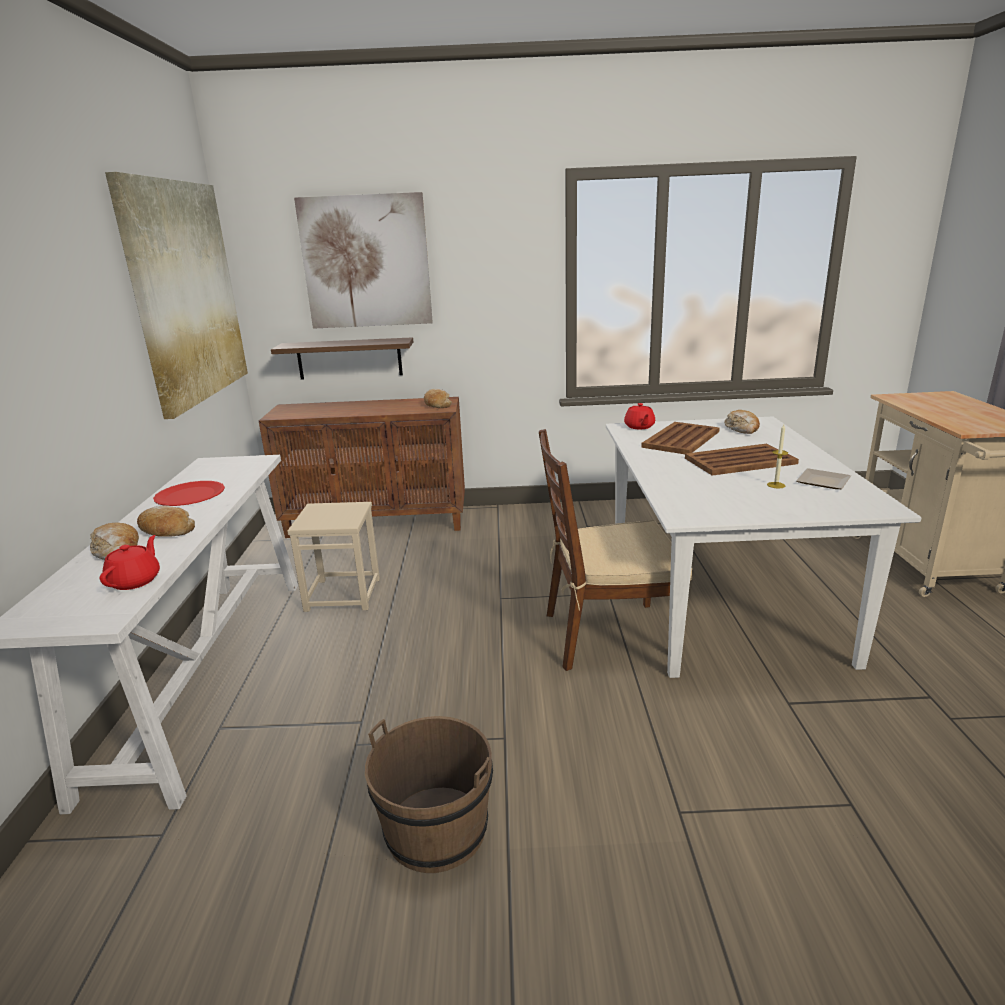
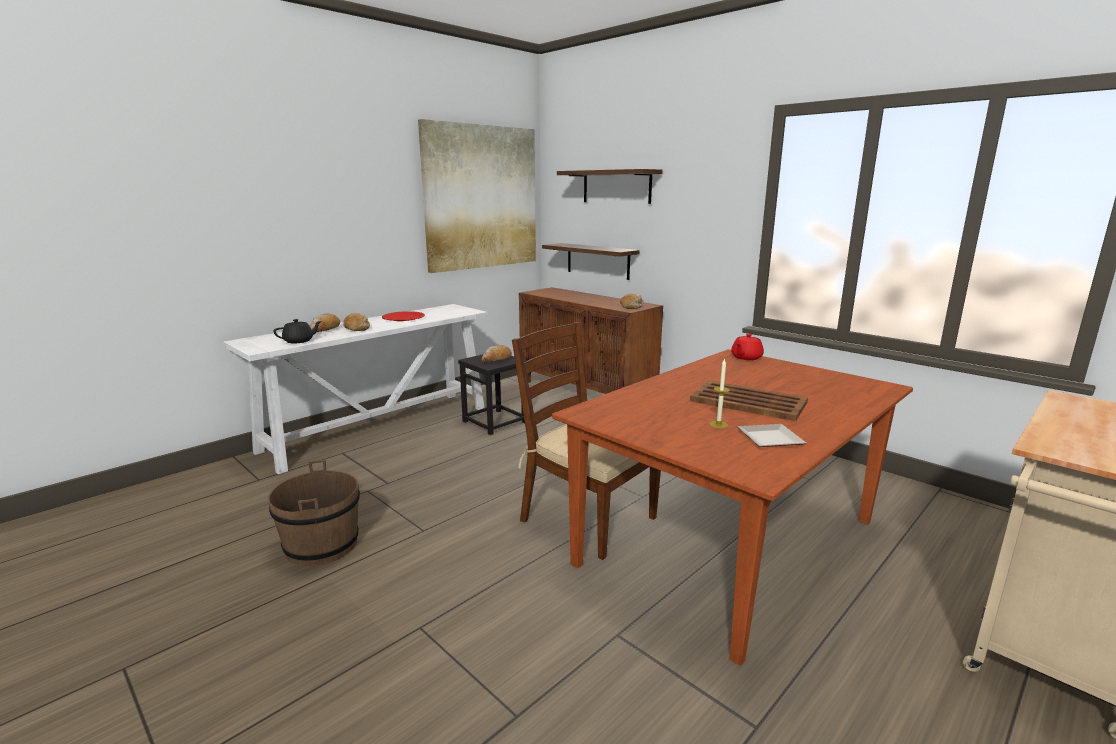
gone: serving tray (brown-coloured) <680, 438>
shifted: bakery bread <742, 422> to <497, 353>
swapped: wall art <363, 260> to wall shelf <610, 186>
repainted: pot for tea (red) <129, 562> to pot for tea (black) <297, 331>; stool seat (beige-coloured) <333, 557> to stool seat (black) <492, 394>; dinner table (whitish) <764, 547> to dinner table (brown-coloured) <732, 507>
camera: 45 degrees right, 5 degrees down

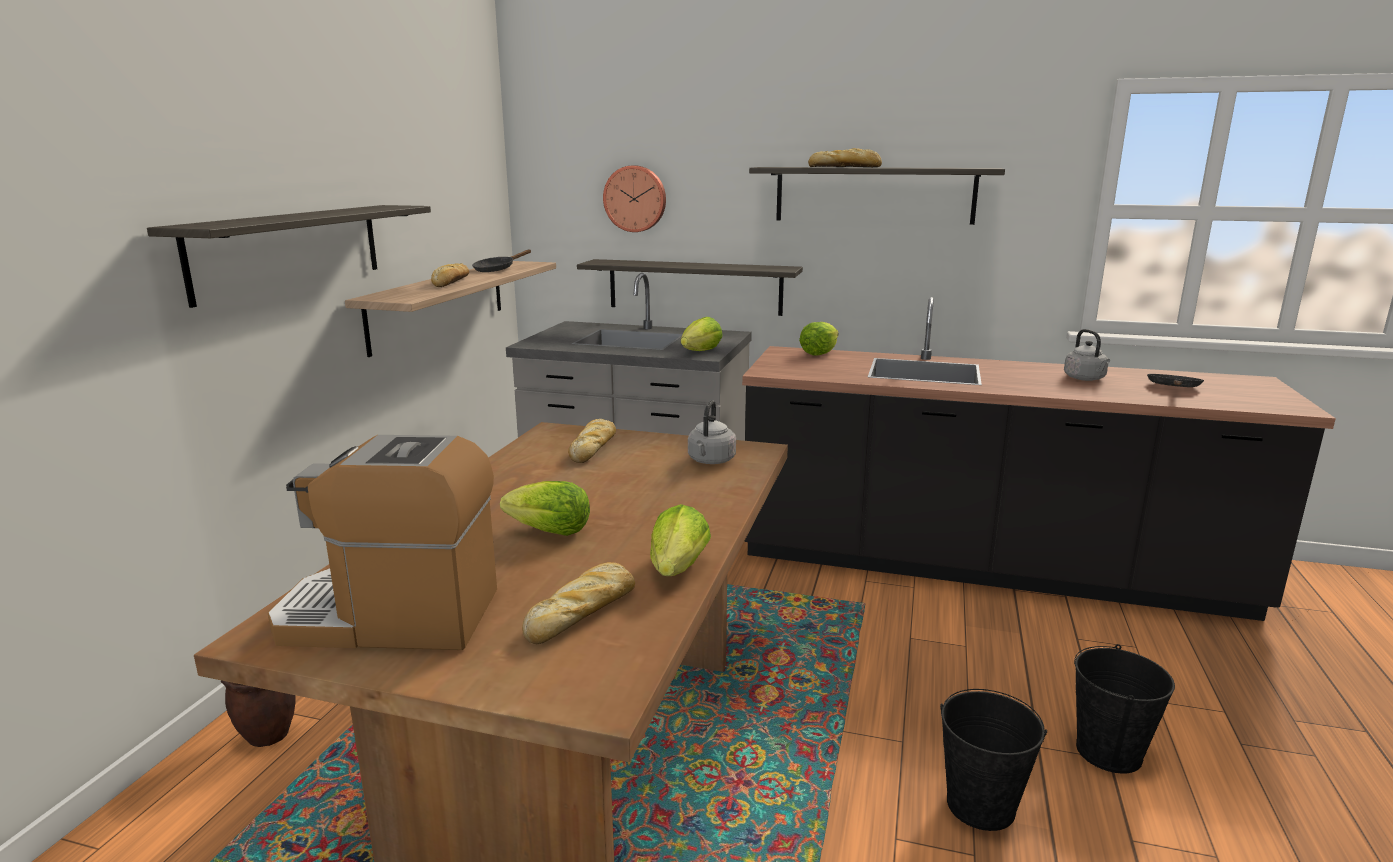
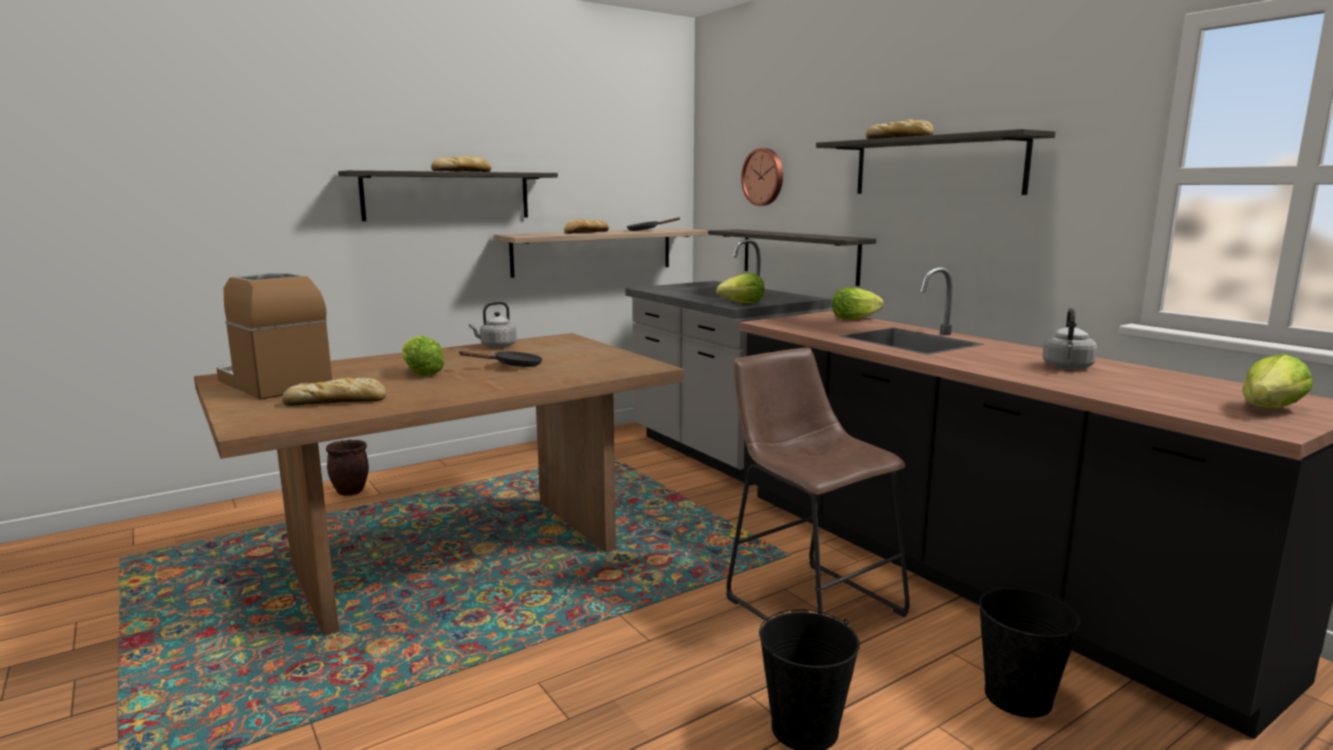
new: stool seat (brown-coloured) <818, 485>
shifted: bakery bread <592, 441> to <461, 164>; frying pan (black) <1175, 380> to <500, 359>; water kettle (greyish) <712, 432> to <493, 325>; pail (black) <993, 760> to <1030, 651>; lettuce <680, 540> to <1277, 381>
camera: 40 degrees right, 5 degrees down

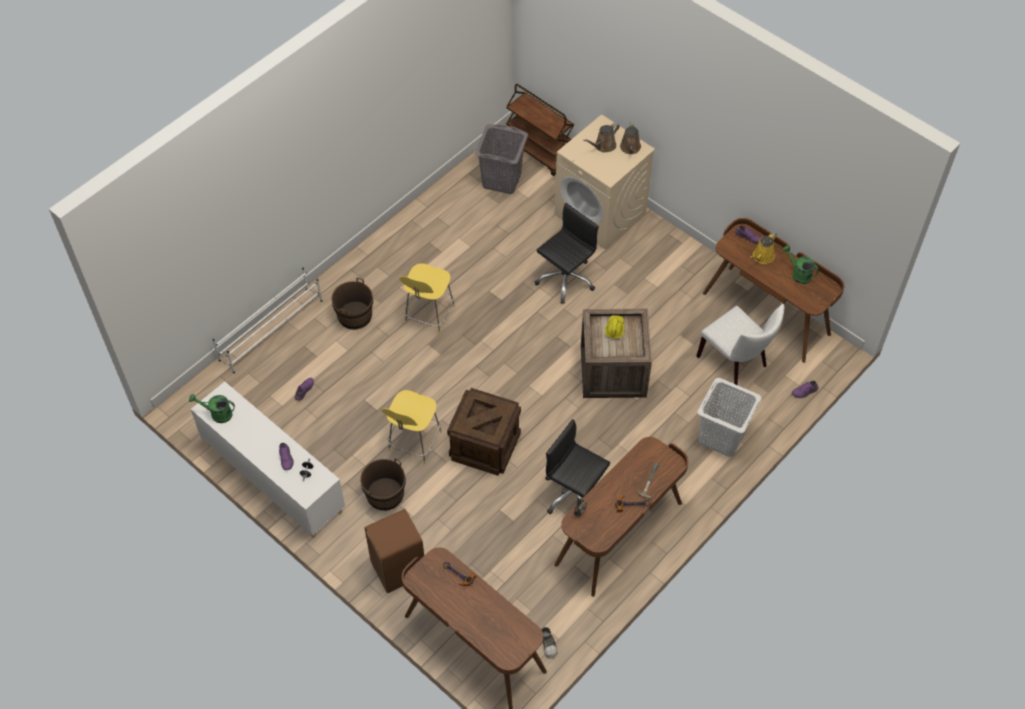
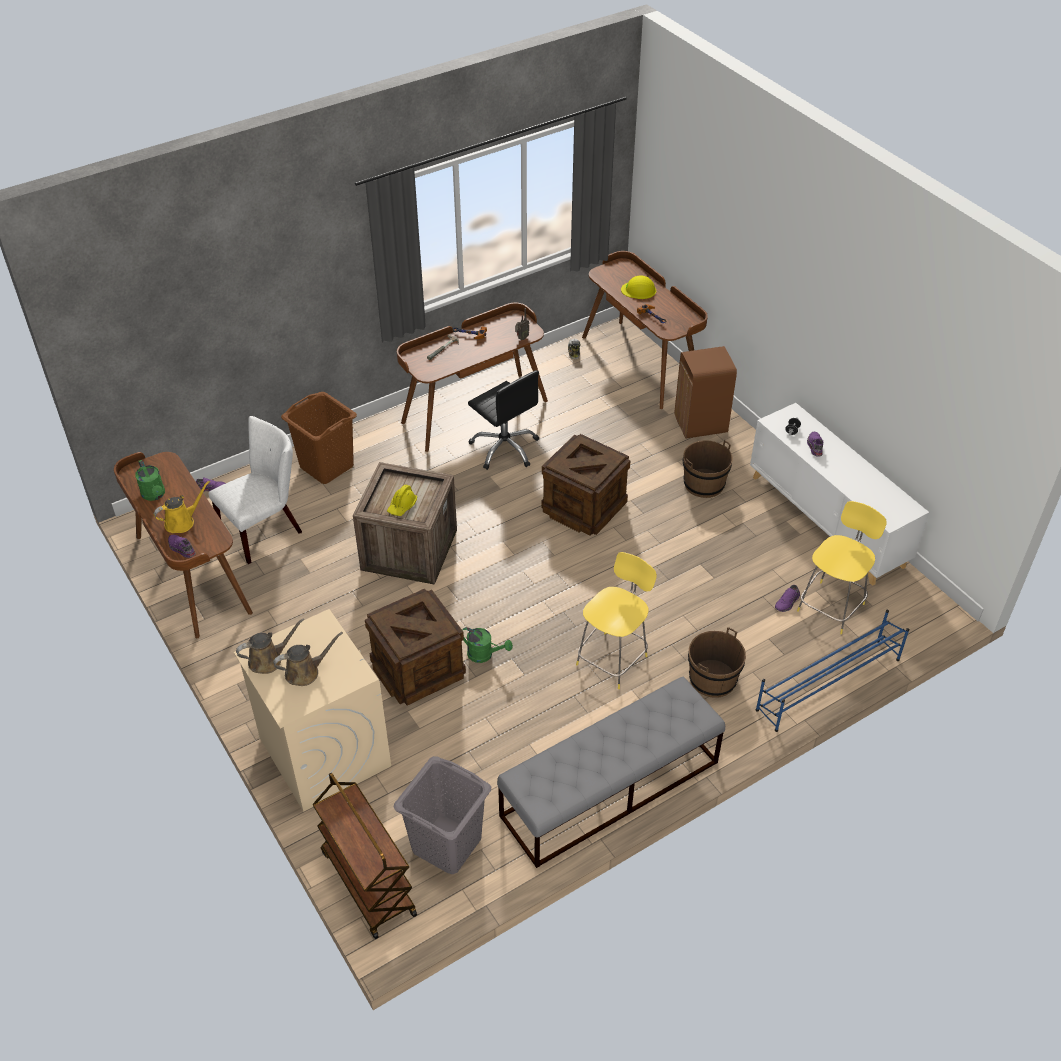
new: long seat (greyish) <611, 772>; hard hat (yellowish) <638, 287>
shifted: sprinkling can (green) <212, 408> to <487, 645>; stool seat (yellowish) <412, 427> to <842, 567>
swapped: computer chair (black) <567, 253> to crate <415, 647>
repainted: laundry basket (whitish) <729, 417> to laundry basket (brown-coloured) <319, 438>; shoe stand (whitish) <267, 320> to shoe stand (blue-coloured) <833, 671>
rotated: chair (whitish) <740, 344> = <255, 490> 75 degrees clockwise; sprinkling can (brown-coloured) <630, 138> = <270, 646> 45 degrees clockwise
camera: 165 degrees left, 10 degrees down

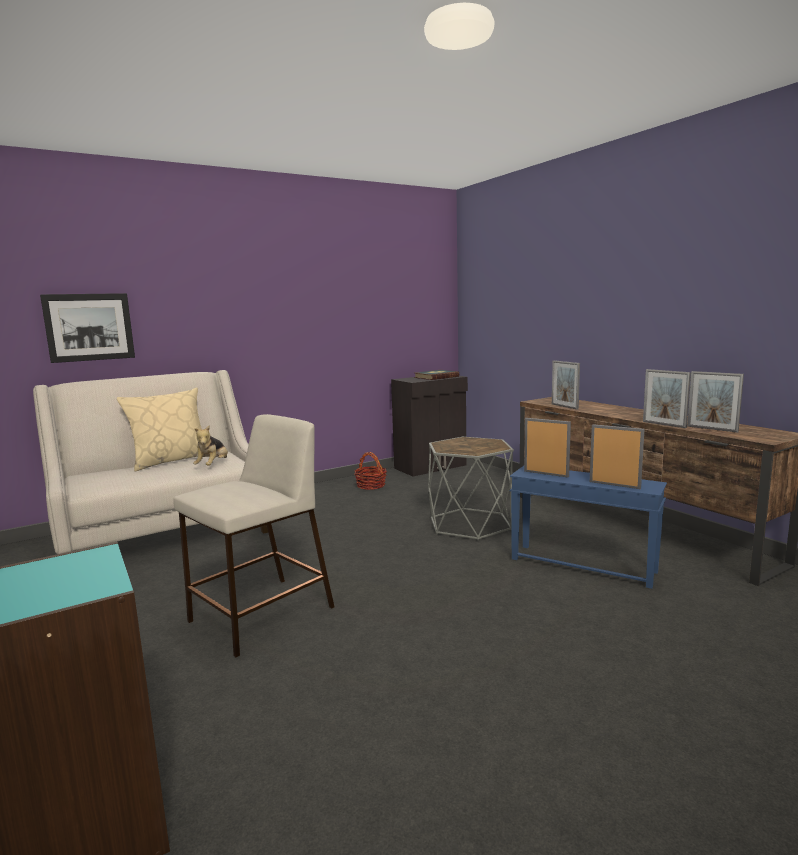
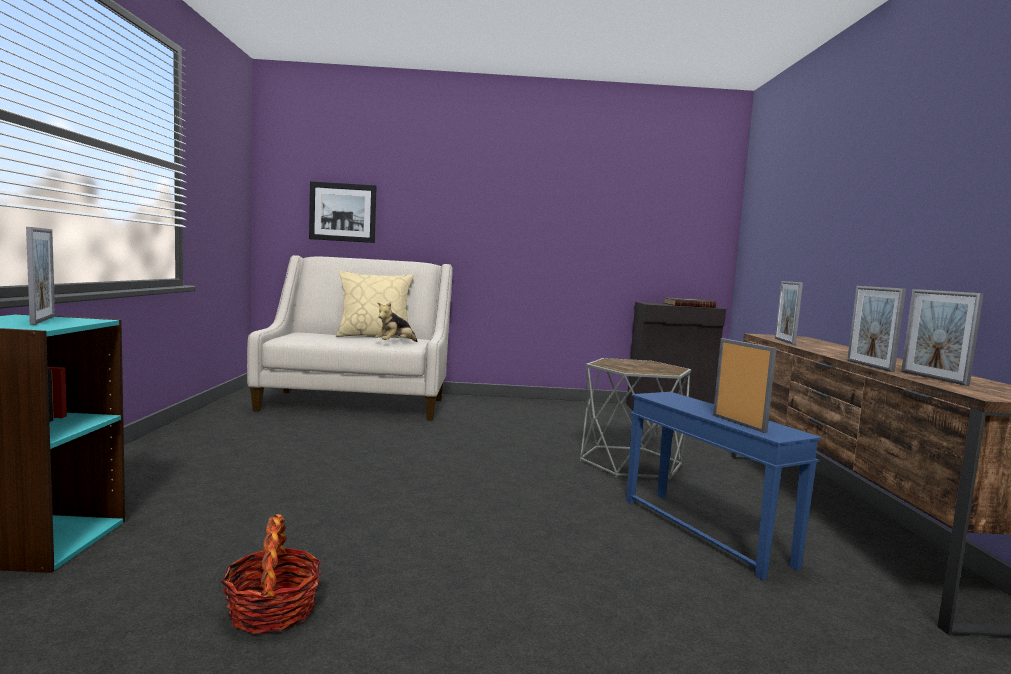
gone: stool seat (beige-coloured) <254, 535>
shifted: picture frame <547, 448> to <40, 276>; household basket <370, 471> to <271, 574>
camera: 30 degrees right, 5 degrees down

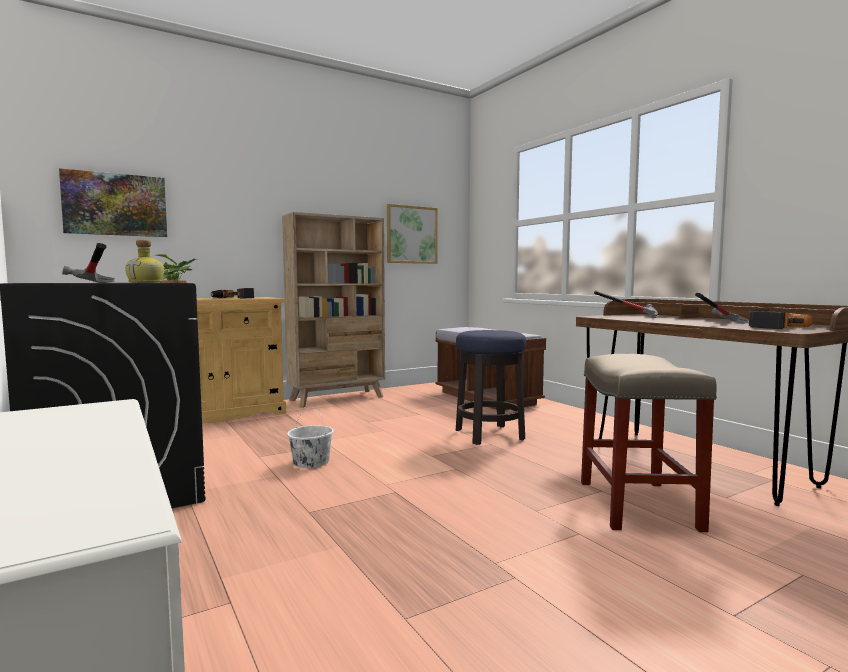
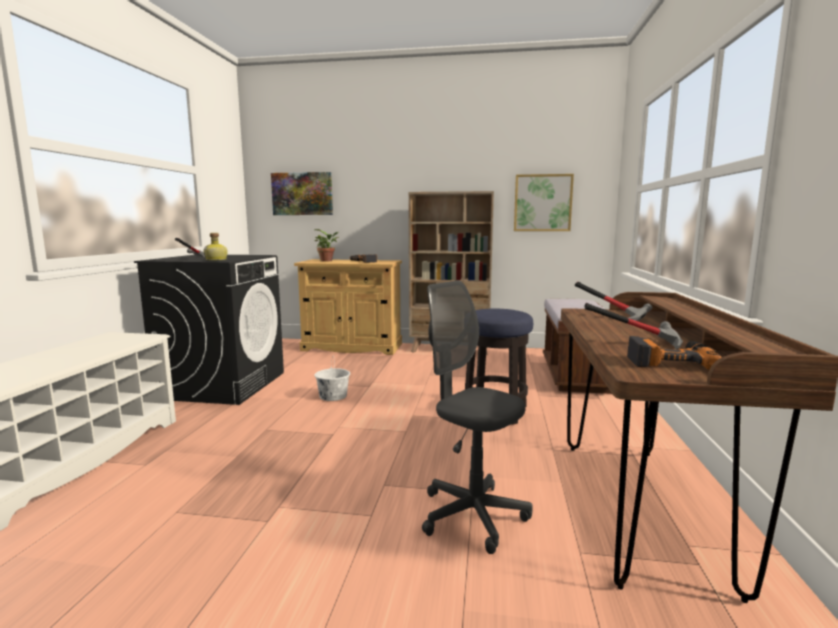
swapped: stool seat (beige-coloured) <649, 443> to computer chair (greyish) <477, 417>
camera: 40 degrees right, 5 degrees up

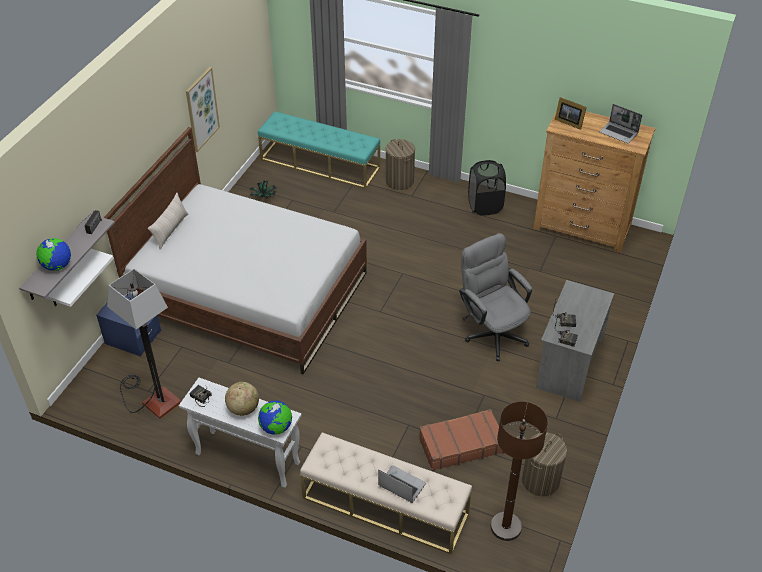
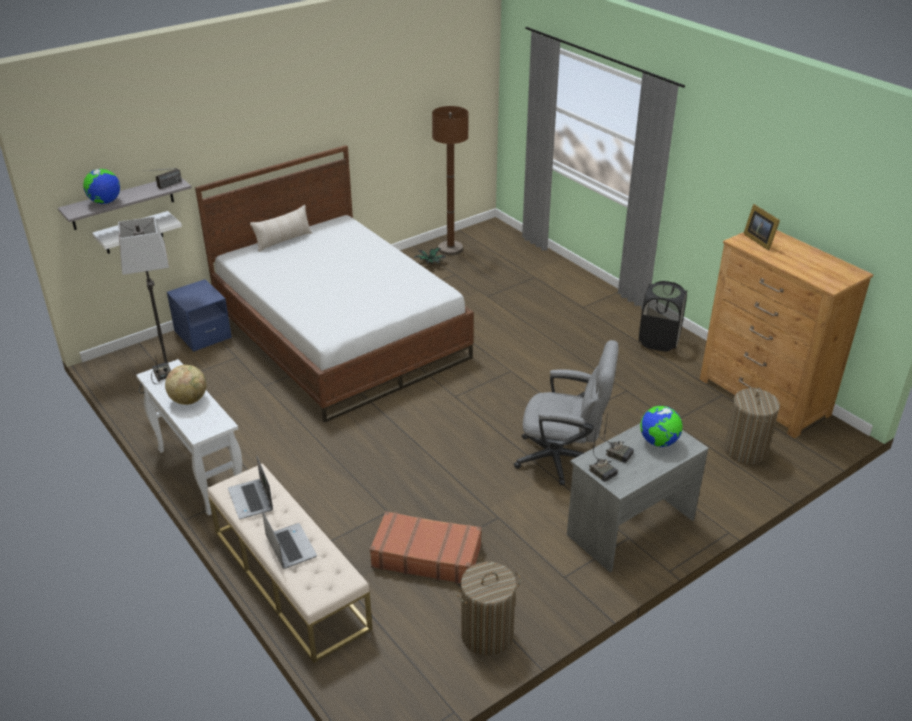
gone: wall art <203, 109>; long seat (turquoise-coloured) <319, 150>
shifted: notebook computer <621, 124> to <250, 487>; standard lamp (brown-coloured) <519, 471> to <450, 180>; world globe <275, 418> to <661, 426>; laundry basket <400, 164> to <752, 425>
rotated: computer chair (greyish) <495, 297> = <566, 412> 105 degrees clockwise
camera: 30 degrees right, 10 degrees down

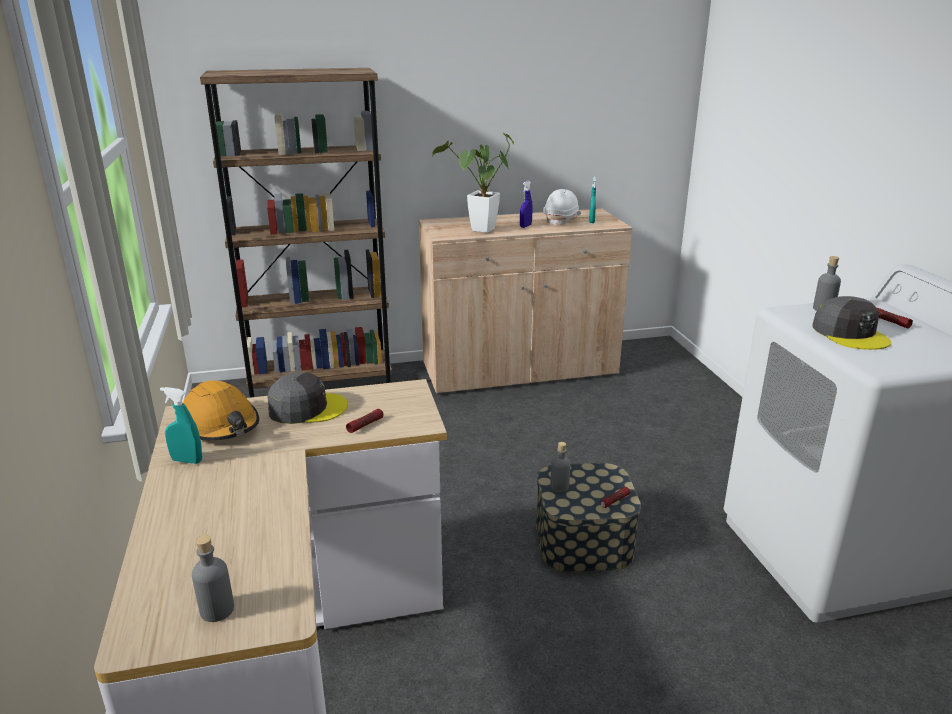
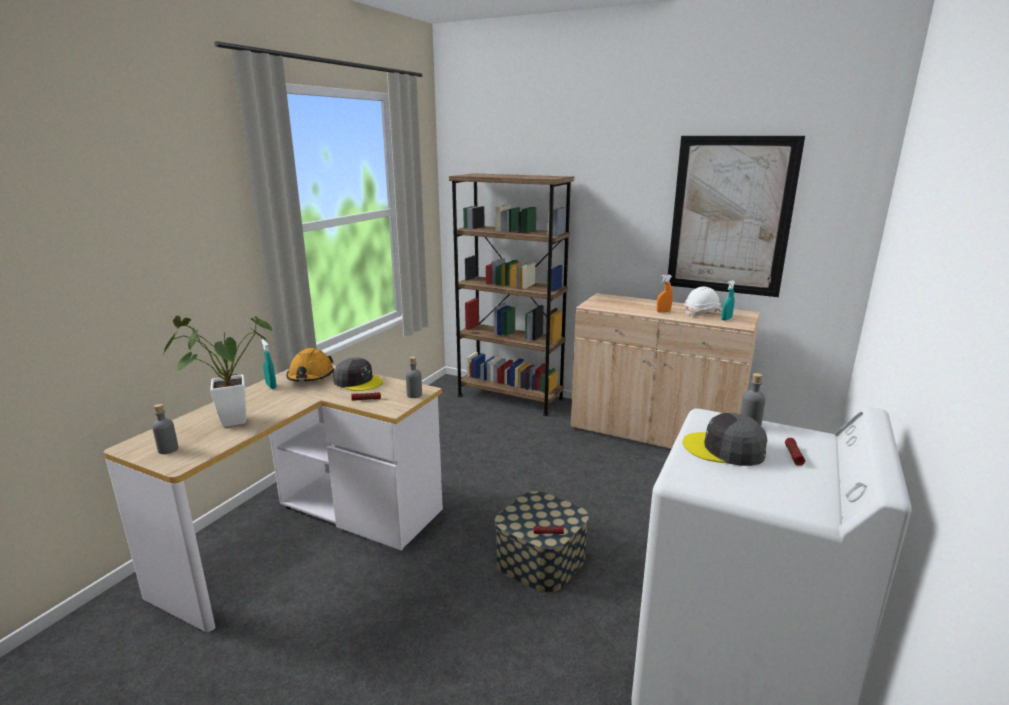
new: wall art <736, 216>
shifted: potted plant <473, 183> to <218, 371>; bottle (greyish) <560, 467> to <414, 377>
repainted: spray bottle (blue-coloured) <526, 204> to spray bottle (orange) <665, 293>
rotated: cap (greyish) <852, 323> = <725, 439> 90 degrees clockwise
camera: 40 degrees right, 5 degrees down

